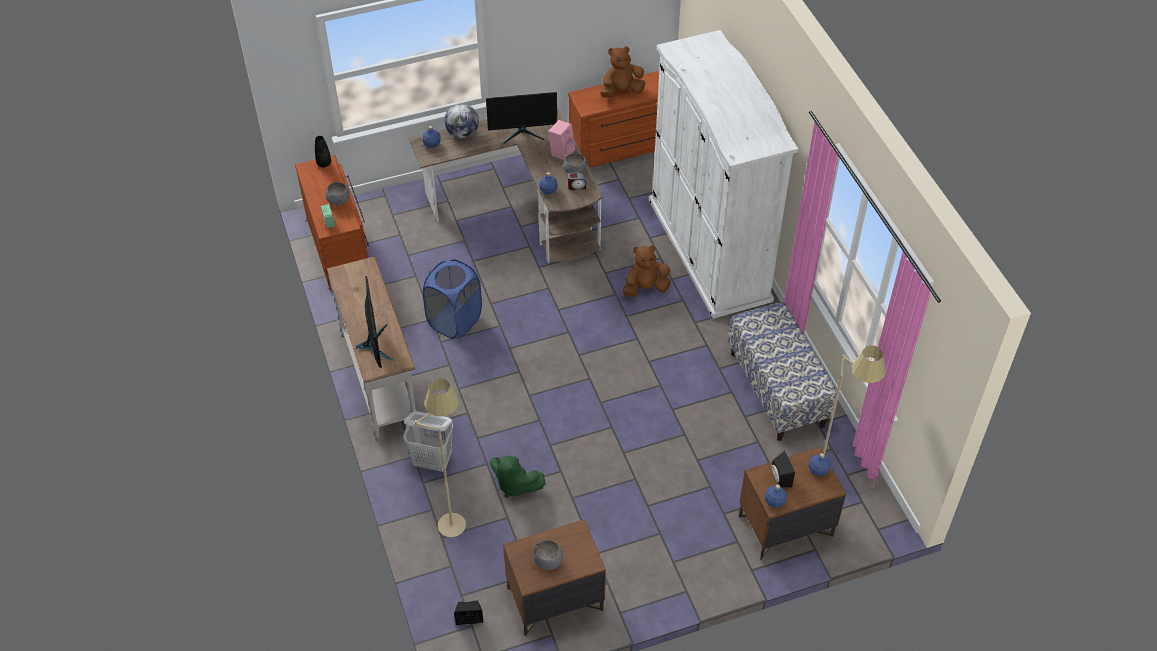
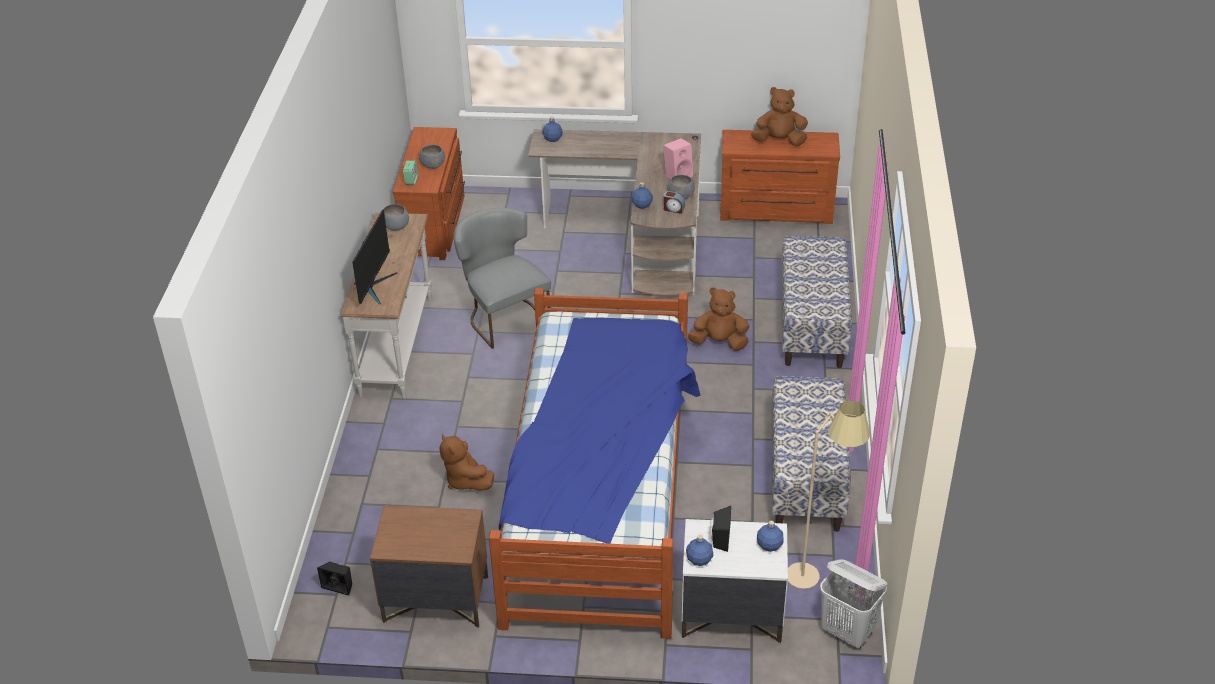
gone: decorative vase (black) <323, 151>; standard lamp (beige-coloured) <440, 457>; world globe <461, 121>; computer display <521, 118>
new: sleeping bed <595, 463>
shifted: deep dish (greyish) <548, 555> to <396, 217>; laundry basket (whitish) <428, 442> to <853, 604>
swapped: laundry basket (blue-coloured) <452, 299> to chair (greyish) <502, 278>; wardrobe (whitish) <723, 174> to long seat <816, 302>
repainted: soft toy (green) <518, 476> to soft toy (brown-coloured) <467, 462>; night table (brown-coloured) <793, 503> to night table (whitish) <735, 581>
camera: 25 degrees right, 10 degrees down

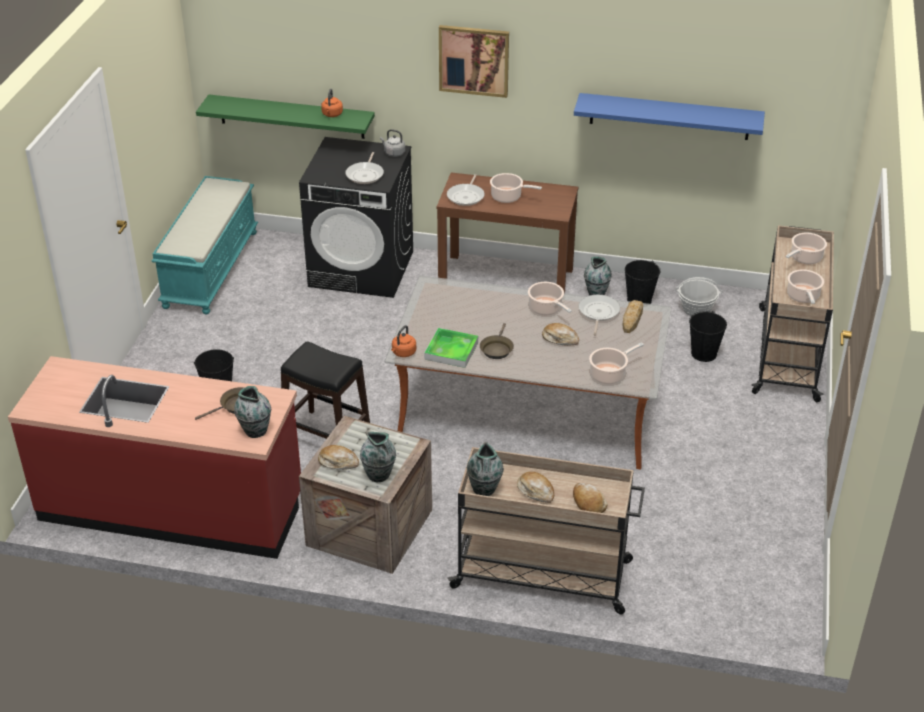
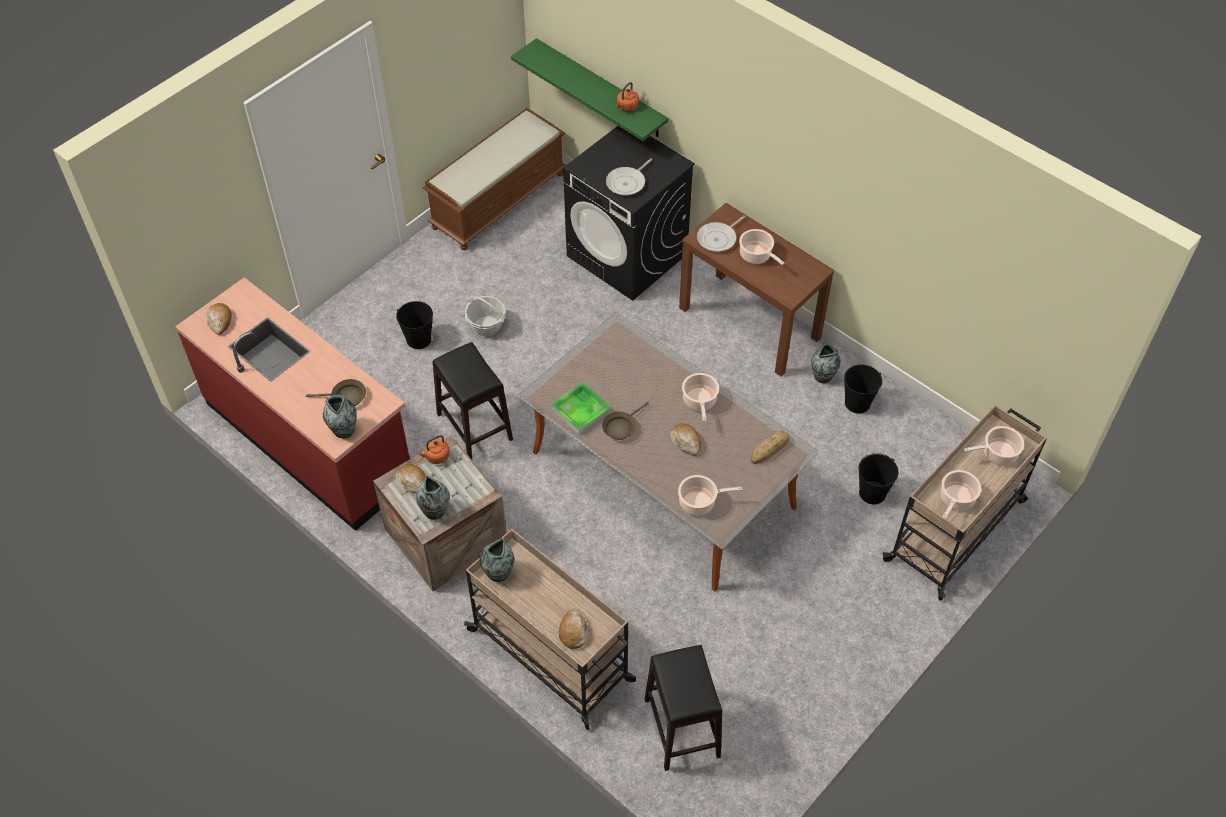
gone: water kettle (greyish) <392, 143>; wall art <474, 61>; wall shelf (blue-coloured) <669, 116>; frying pan <599, 315>
new: stool seat (black) <683, 708>
shifted: bakery bread <535, 487> to <219, 319>; water kettle (orange) <403, 341> to <434, 449>; household basket <699, 297> to <485, 316>
repainted: long seat (turquoise-coloured) <204, 245> to long seat (brown-coloured) <494, 179>
camera: 30 degrees right, 15 degrees up

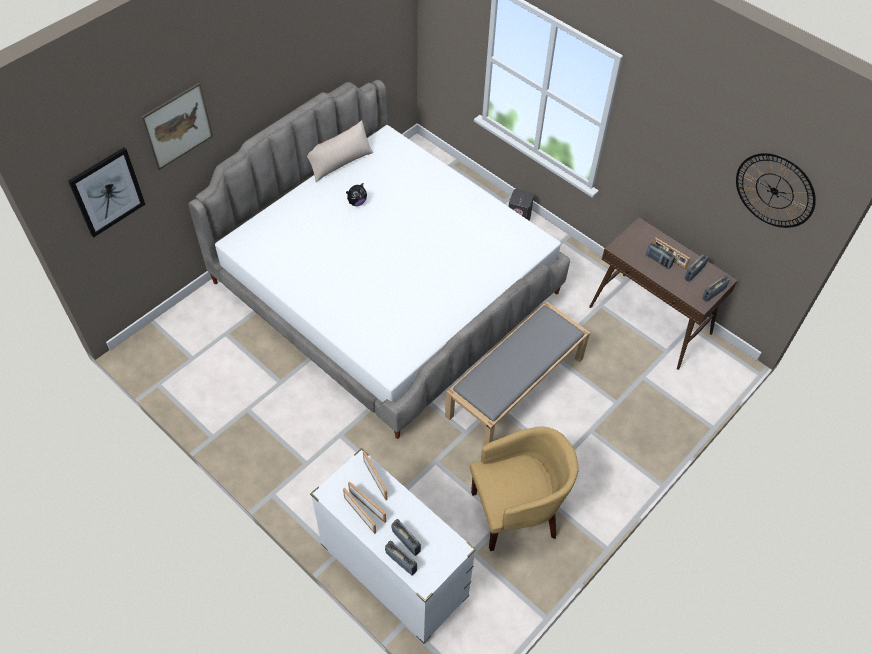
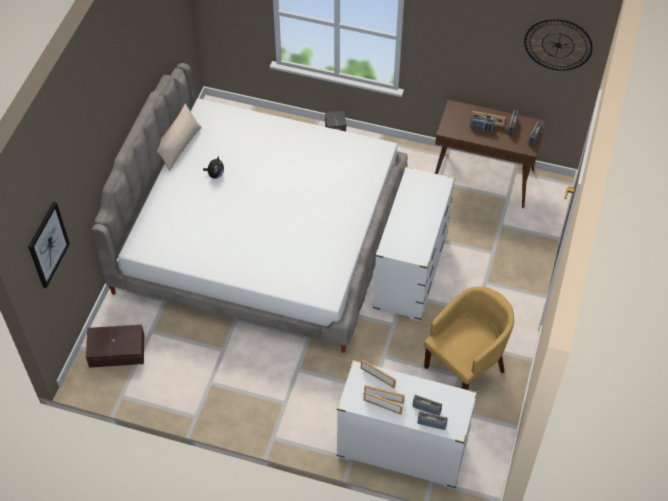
gone: wall art <177, 126>
new: storage bin (brown-coloured) <115, 346>
swapped: long seat (greyish) <517, 373> to dresser (whitish) <414, 244>
camera: 25 degrees left, 0 degrees up

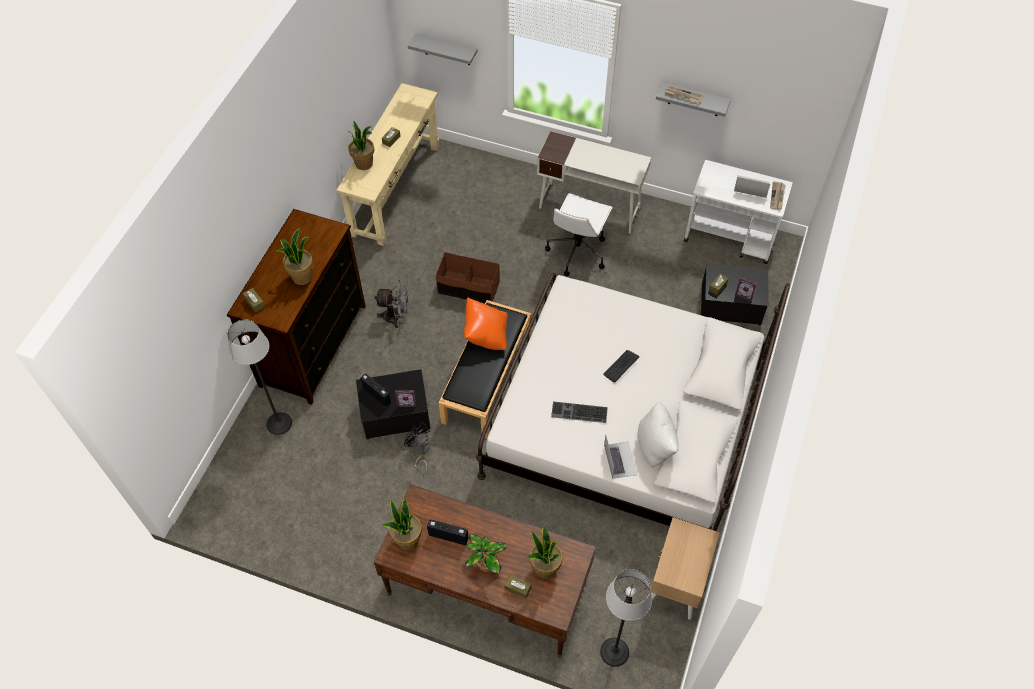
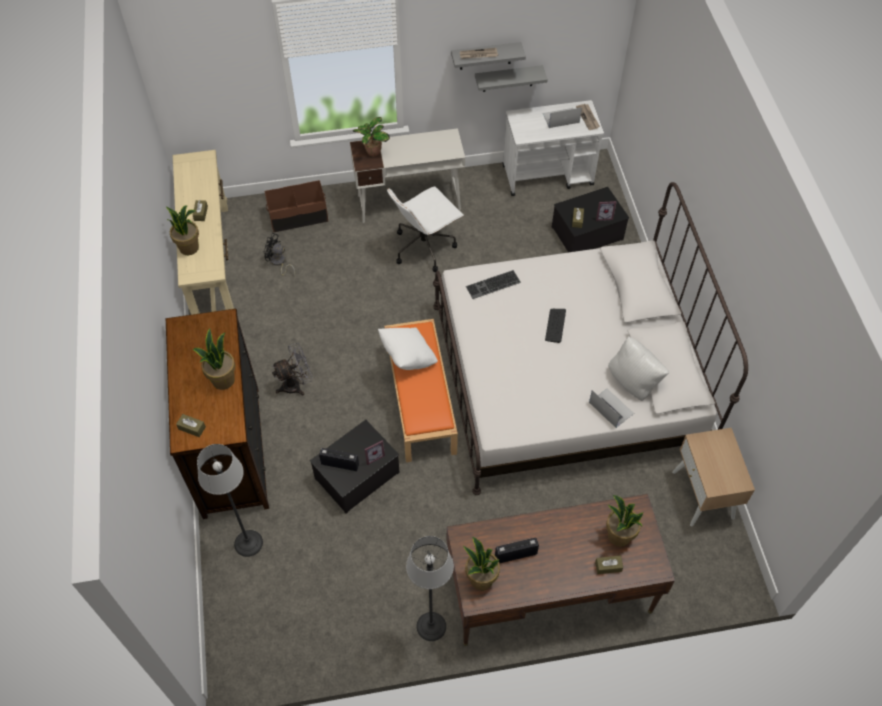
shifted: electric fan (black) <417, 448> to <279, 254>; storage bin (brown-coloured) <468, 278> to <296, 206>; potted plant <486, 554> to <371, 136>; standard lamp <626, 618> to <430, 588>; PC keyboard <579, 412> to <493, 284>; wall shelf (greyish) <443, 49> to <511, 78>
repainted: pillow (orange) <486, 323> to pillow (whitish) <408, 348>; long seat (black) <485, 369> to long seat (orange) <421, 390>
rotated: computer chair (whitish) <579, 234> = <425, 229> 60 degrees clockwise
camera: 30 degrees left, 0 degrees up

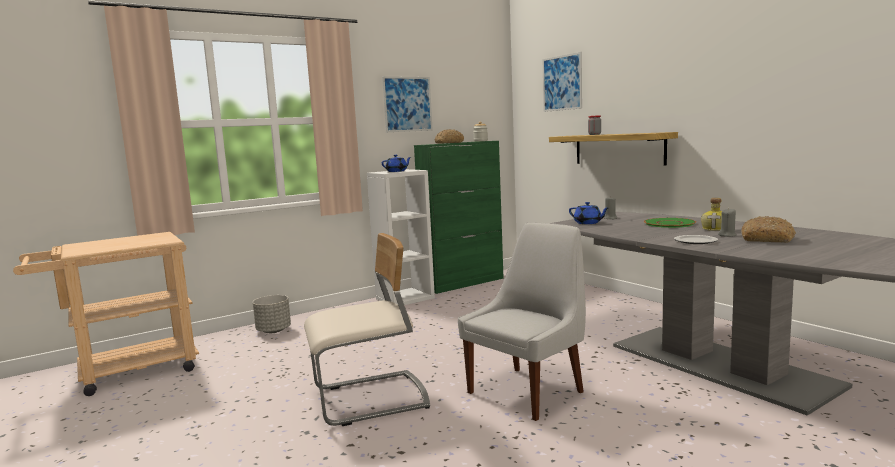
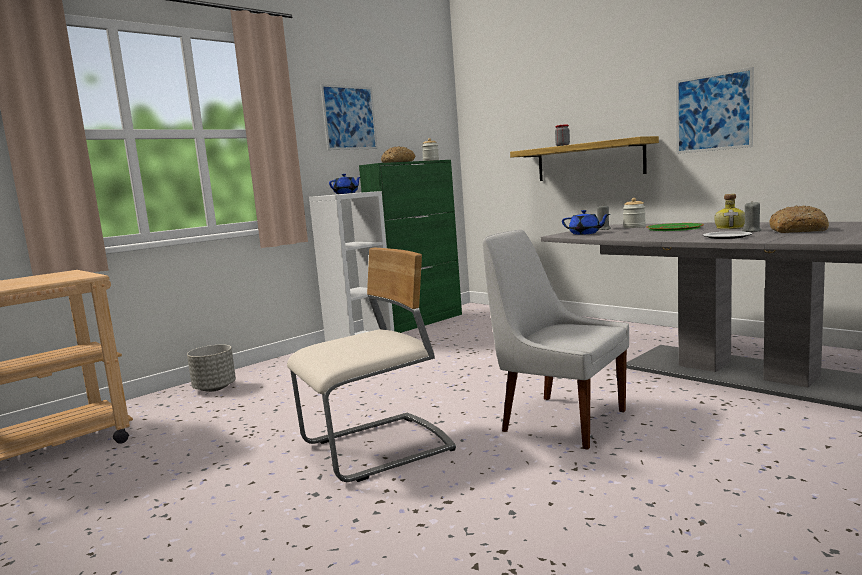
new: jar <634, 213>
shifted: wall art <562, 82> to <715, 110>
rotated: chair (whitish) <522, 321> = <555, 340> 90 degrees counterclockwise
camera: 10 degrees left, 0 degrees up

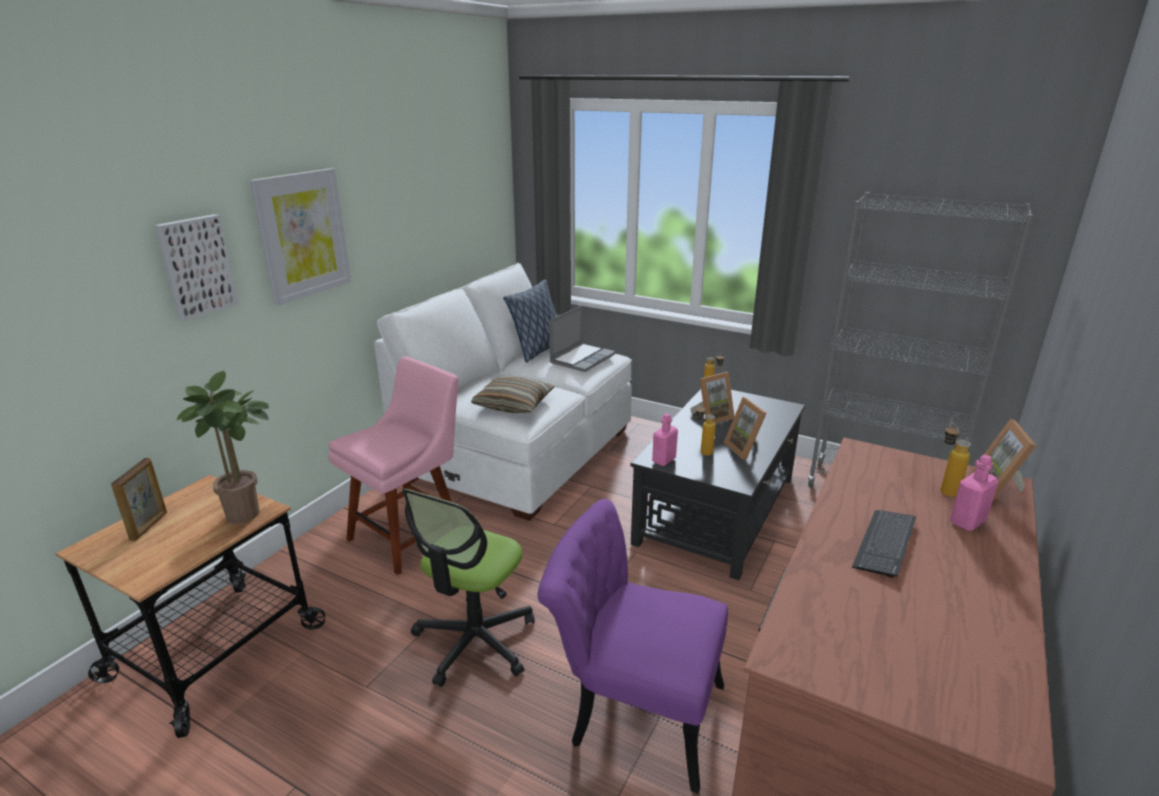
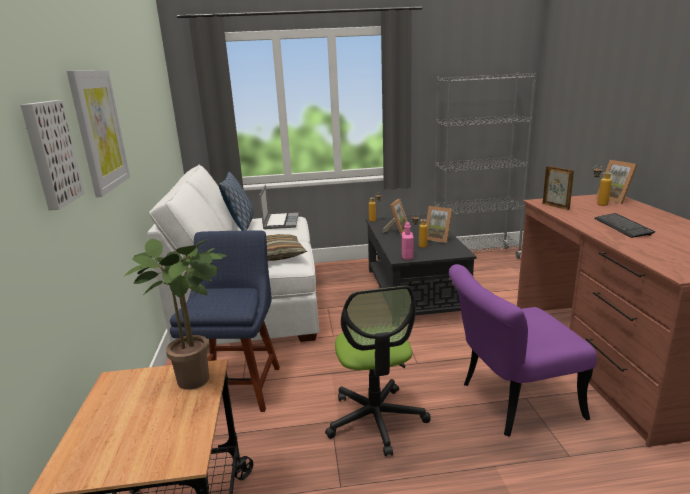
gone: bottle (pinkish) <974, 493>
shifted: picture frame <139, 499> to <558, 188>
repainted: chair (pinkish) <393, 466> to chair (blue-coloured) <225, 321>
camera: 35 degrees left, 5 degrees down

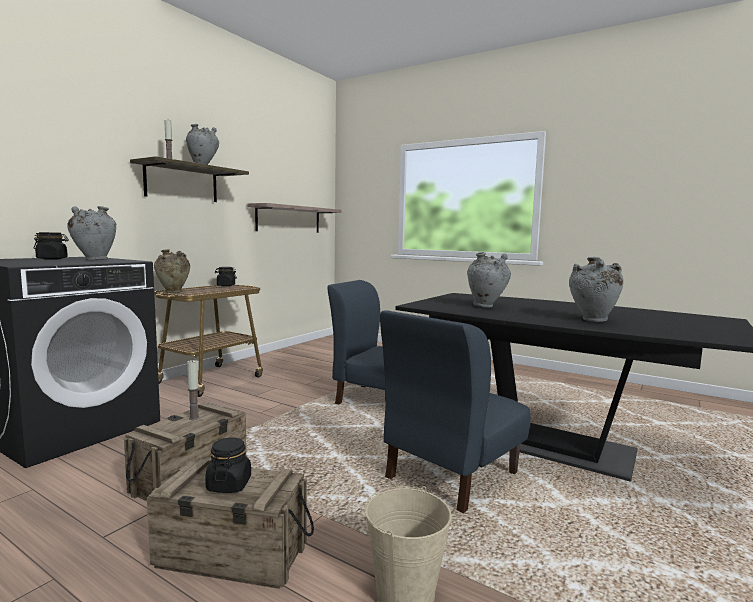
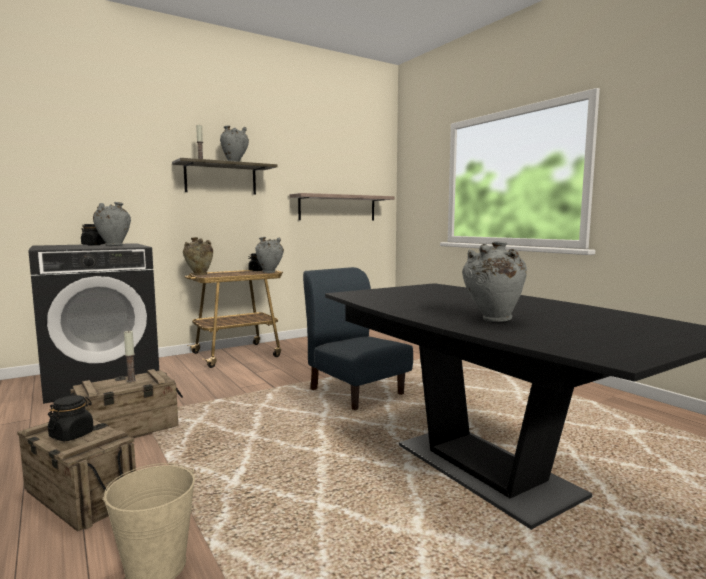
gone: chair (blue-coloured) <455, 411>
shifted: decorative vase (greyish) <489, 280> to <269, 255>
camera: 25 degrees right, 0 degrees up

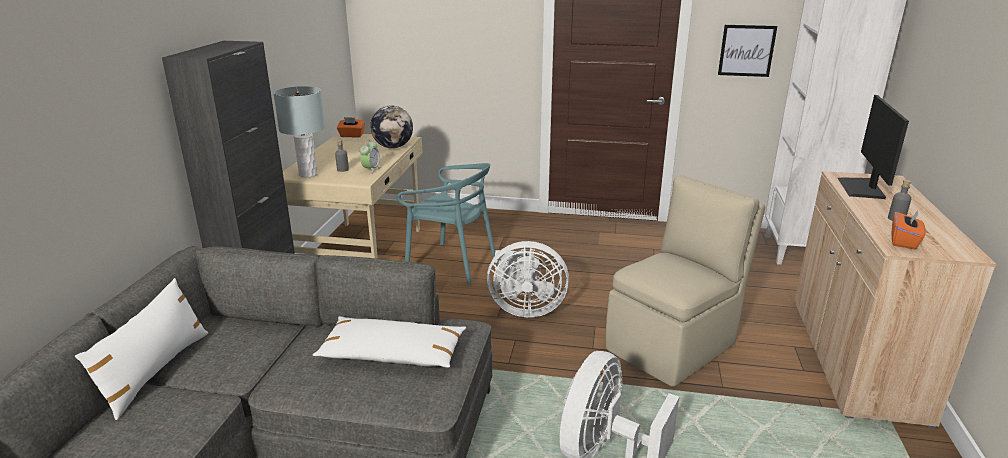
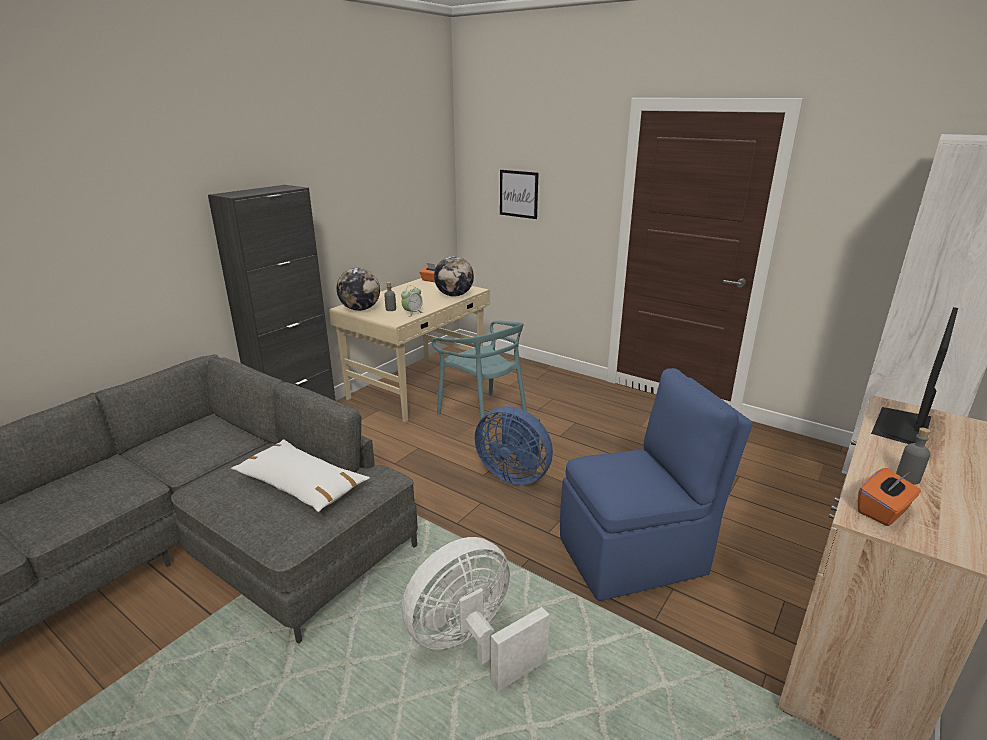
gone: pillow (whitish) <141, 349>
shifted: wall art <747, 51> to <519, 194>
swapped: lamp for a table (greyish) <299, 132> to world globe <358, 289>
repainted: electric fan (whitish) <528, 279> to electric fan (blue-coloured) <513, 445>; chair (beige-coloured) <685, 281> to chair (blue-coloured) <656, 484>
camera: 25 degrees right, 0 degrees up

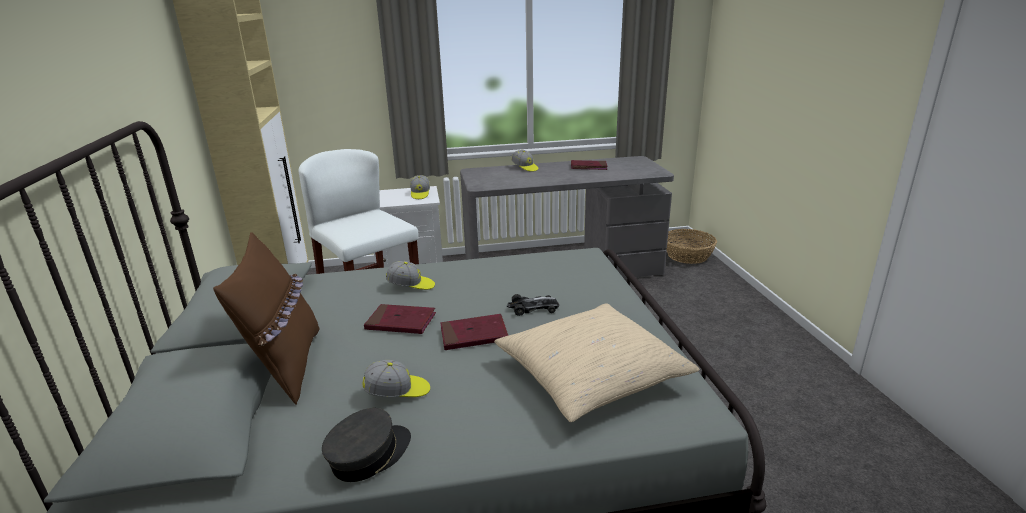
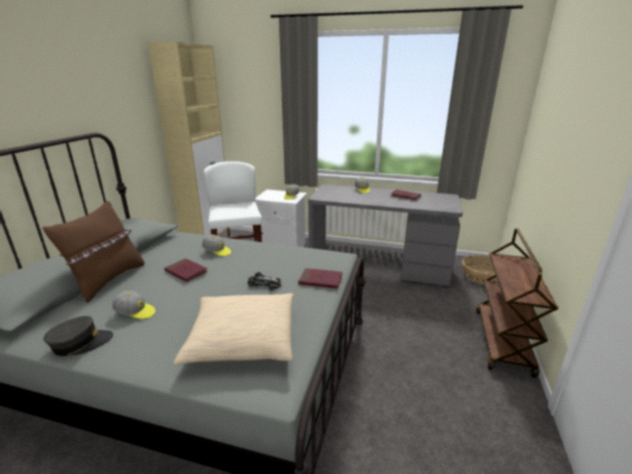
new: cart (brown-coloured) <517, 303>
shifted: volume (red) <474, 332> to <320, 278>
camera: 25 degrees right, 0 degrees up

